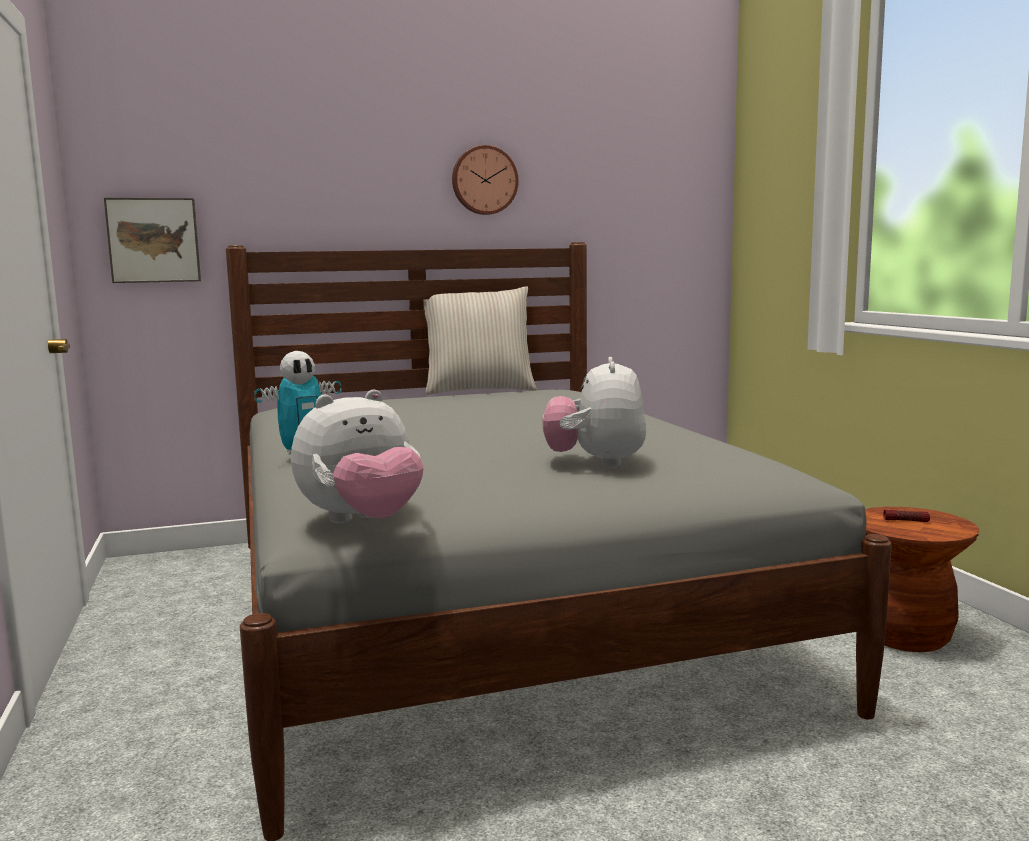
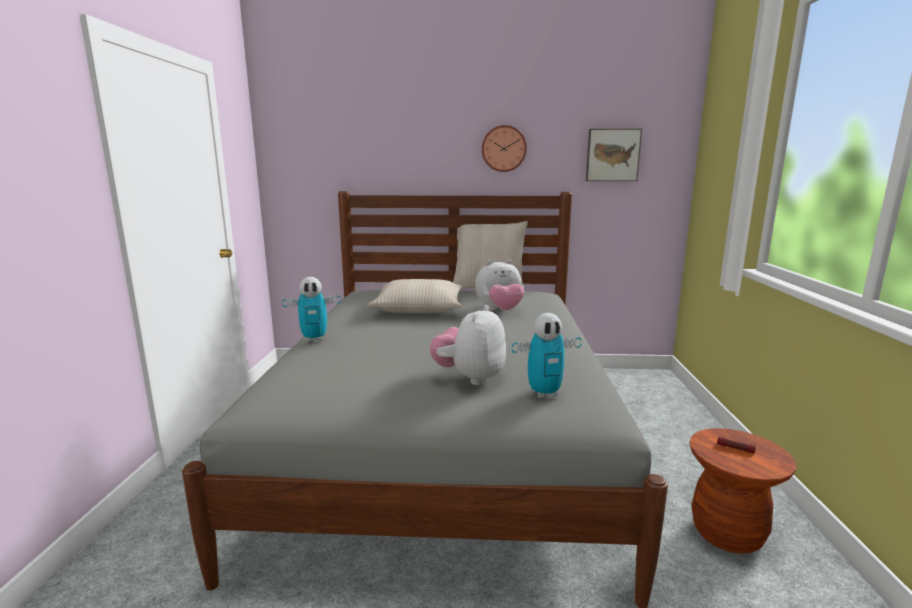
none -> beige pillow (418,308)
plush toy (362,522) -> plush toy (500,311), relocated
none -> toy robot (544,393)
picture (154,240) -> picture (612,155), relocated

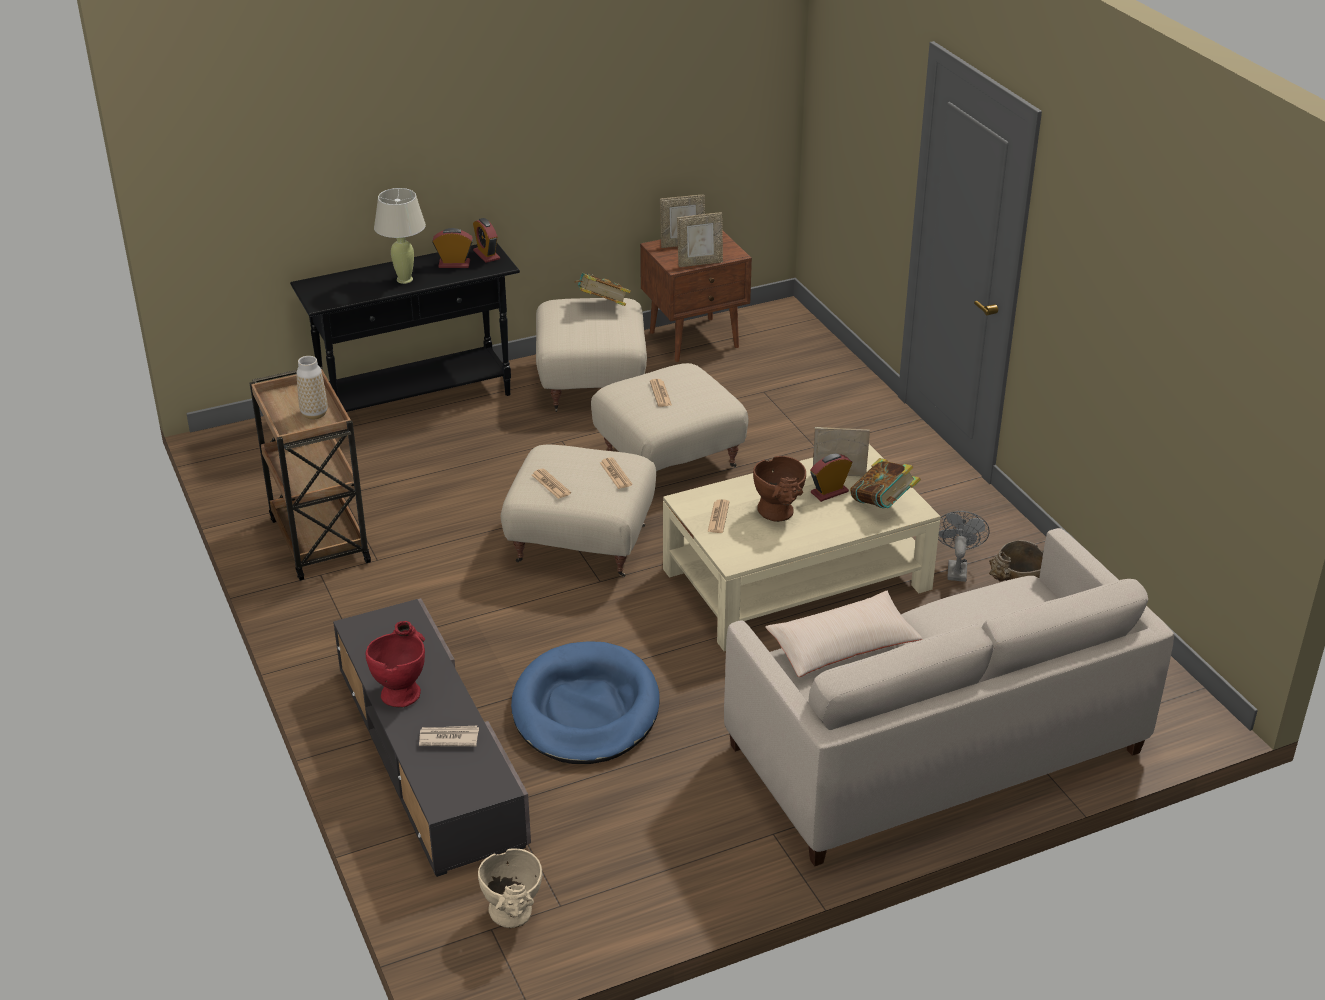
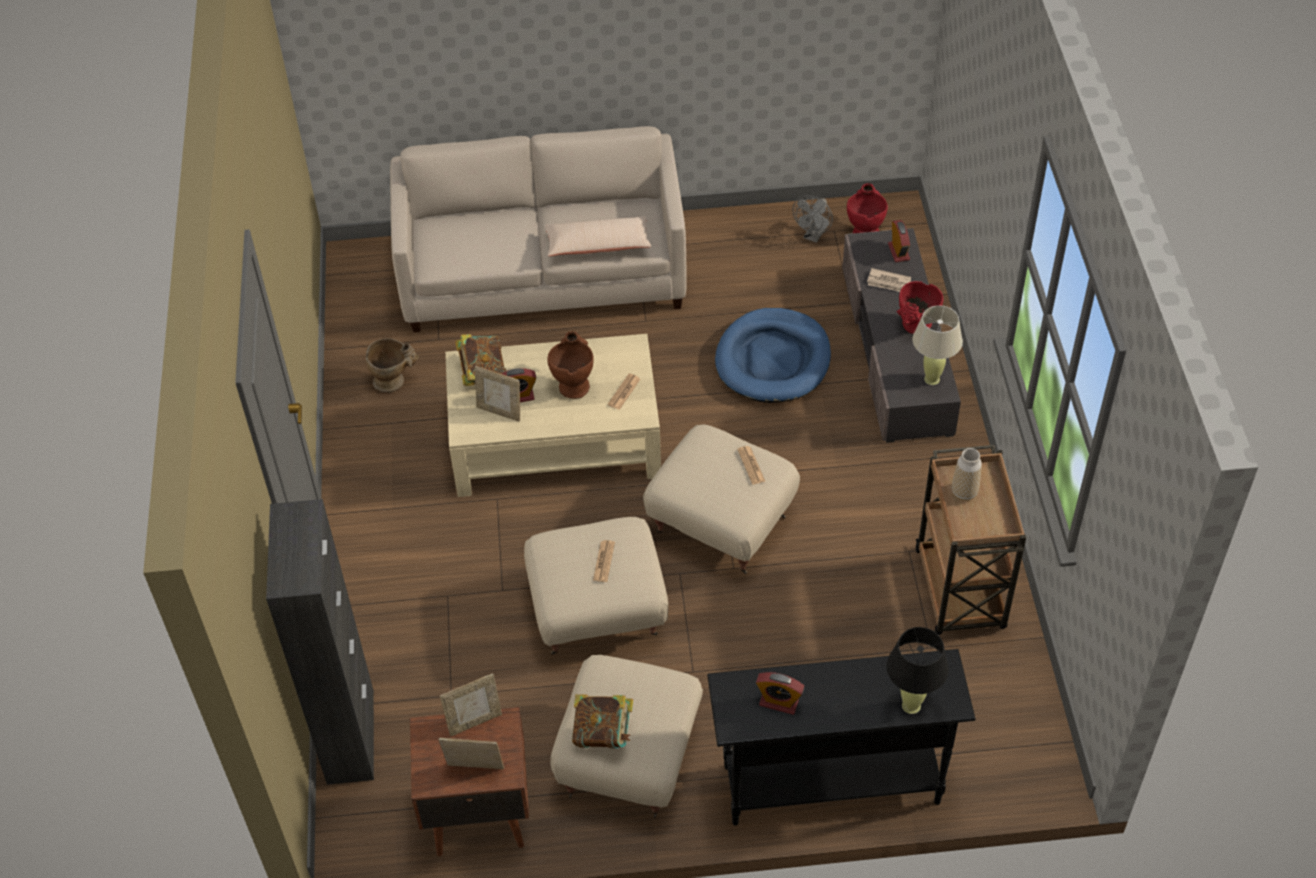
none -> black cabinet (350,737)
picture frame (700,263) -> picture frame (474,721), 150 degrees clockwise
grey fan (956,568) -> grey fan (813,236), relocated
beige vase (514,917) -> red vase (864,230)
none -> black table lamp (911,705)
alarm clock (486,255) -> alarm clock (898,252), relocated
beige table lamp (404,279) -> beige table lamp (932,379), relocated
newspaper (615,474) -> none

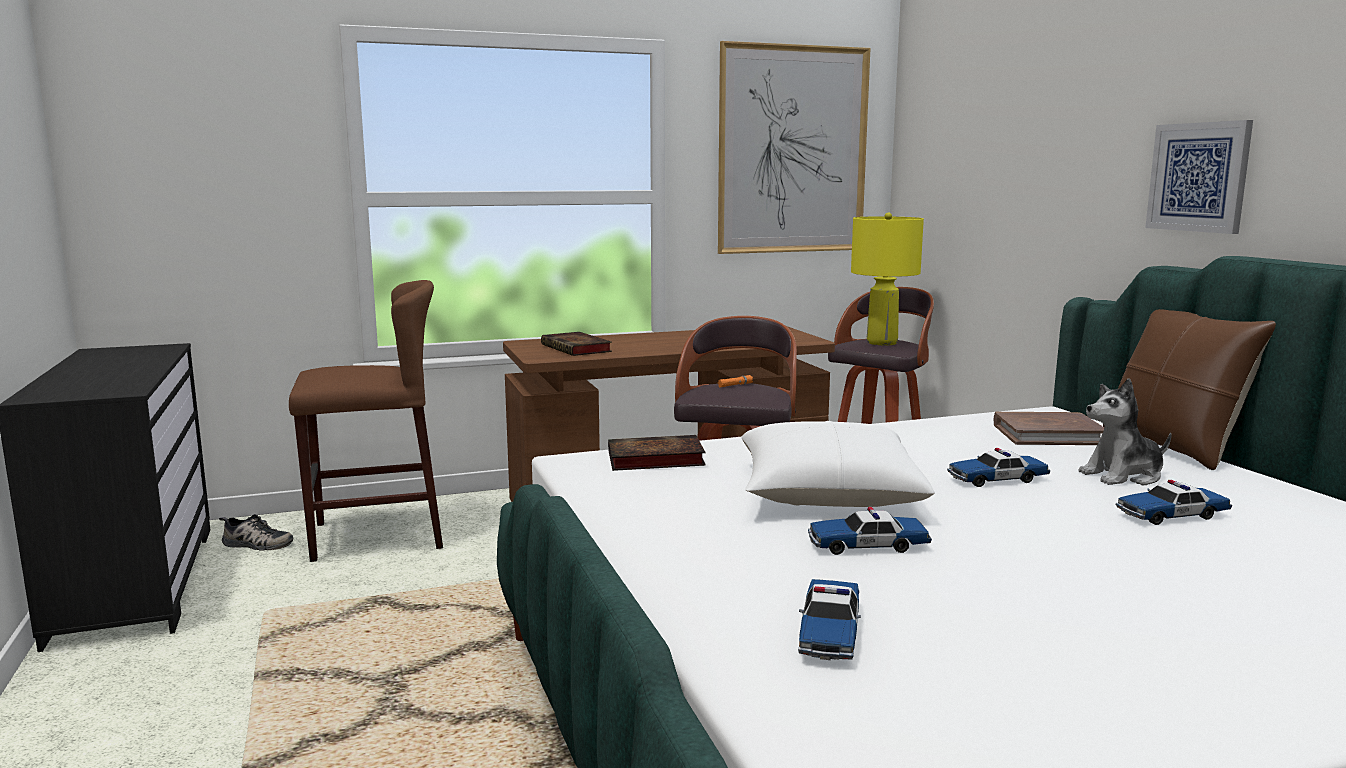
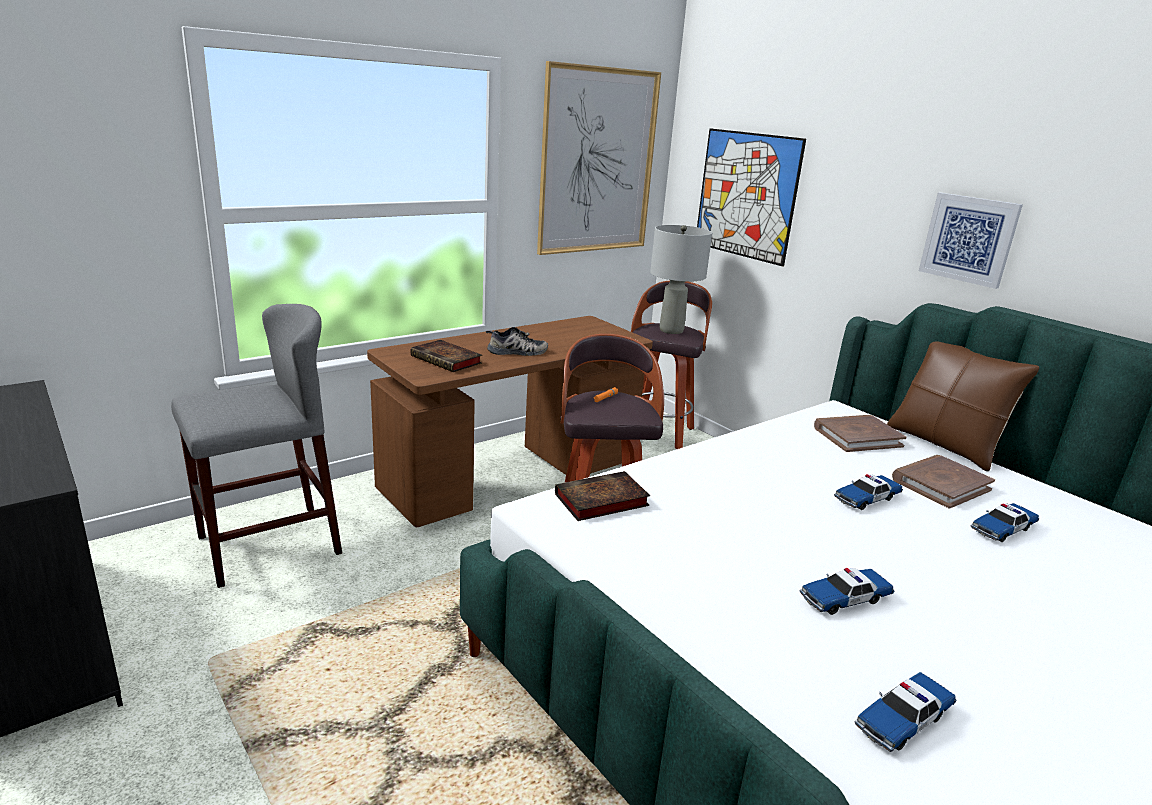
brown stool (377,535) -> grey stool (268,545)
shoe (255,544) -> shoe (517,352), relocated
yellow table lamp (882,342) -> grey table lamp (671,330)
none -> picture (746,195)
toy car (829,632) -> toy car (903,720), 60 degrees clockwise
plush toy (1123,476) -> brown book (940,484)
white pillow (828,492) -> none

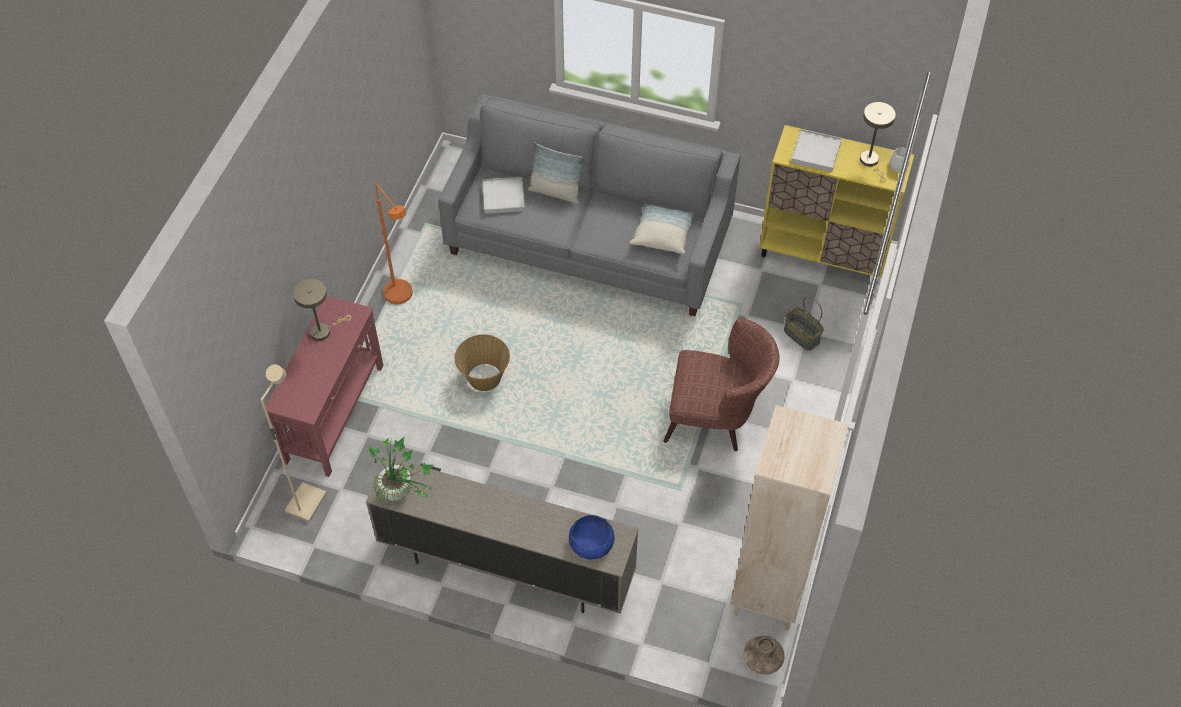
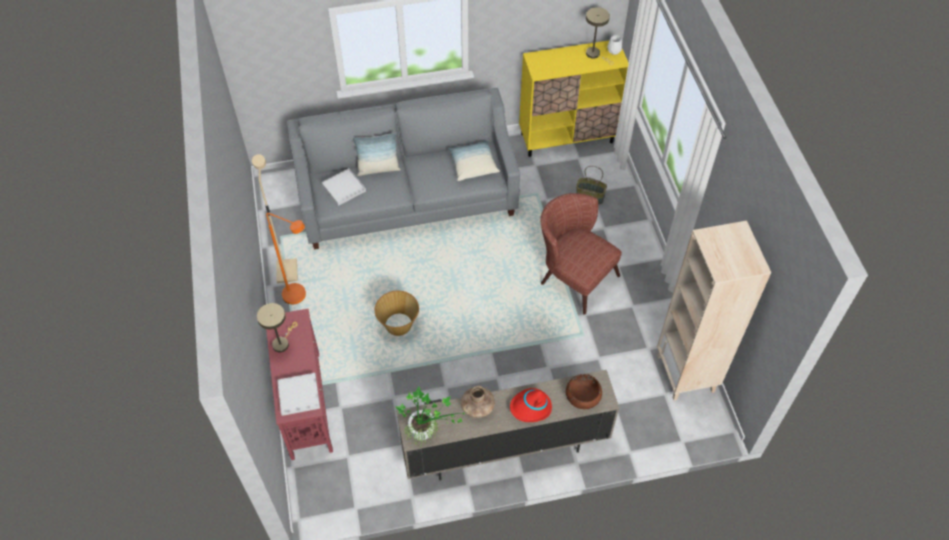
beige floor lamp (305,502) -> beige floor lamp (286,271), relocated
white tray (815,152) -> white tray (298,395), relocated
brown vase (762,659) -> brown vase (477,406), relocated
none -> red hat (530,407)
brown armchair (716,417) -> brown armchair (573,275), 120 degrees counterclockwise
blue bowl (591,542) -> brown bowl (583,396)

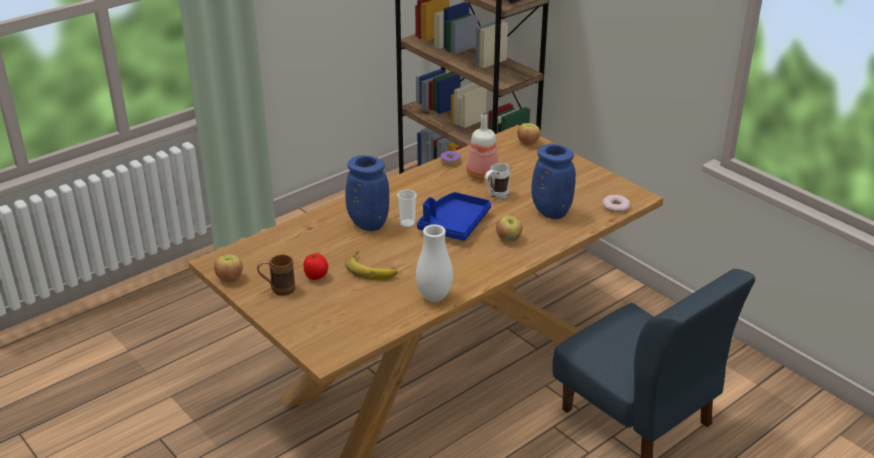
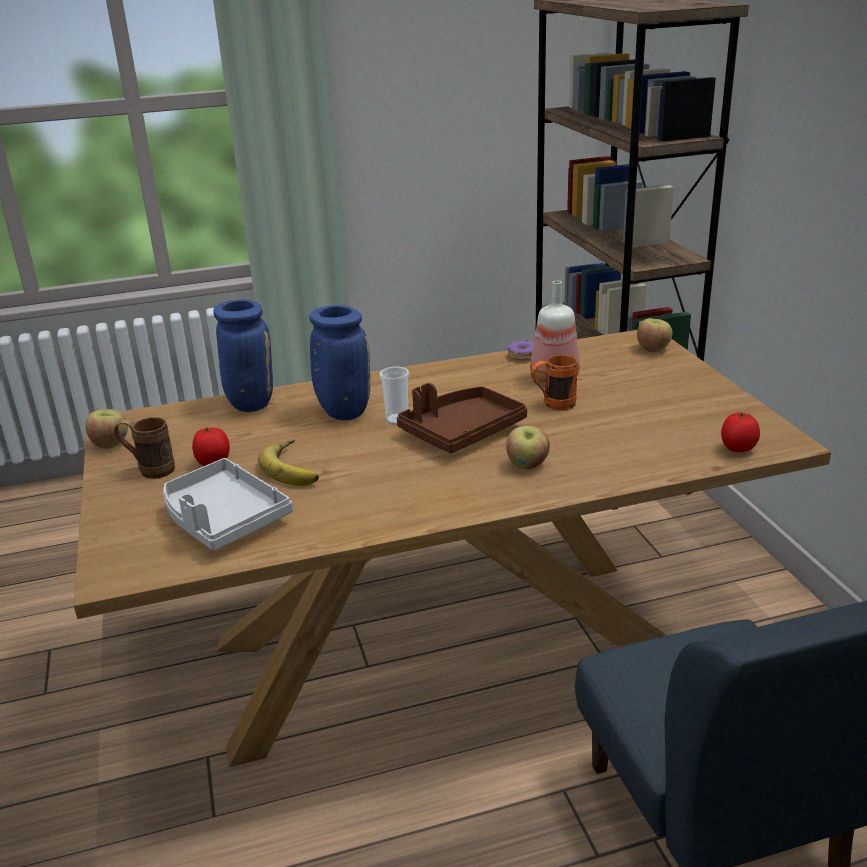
none -> grey tray (223,519)
blue vase (550,212) -> blue vase (250,403), relocated
blue tray (454,224) -> brown tray (461,432)
white mug (495,195) -> orange mug (553,405)
donut (615,206) -> tomato (737,450)
white vase (434,297) -> none

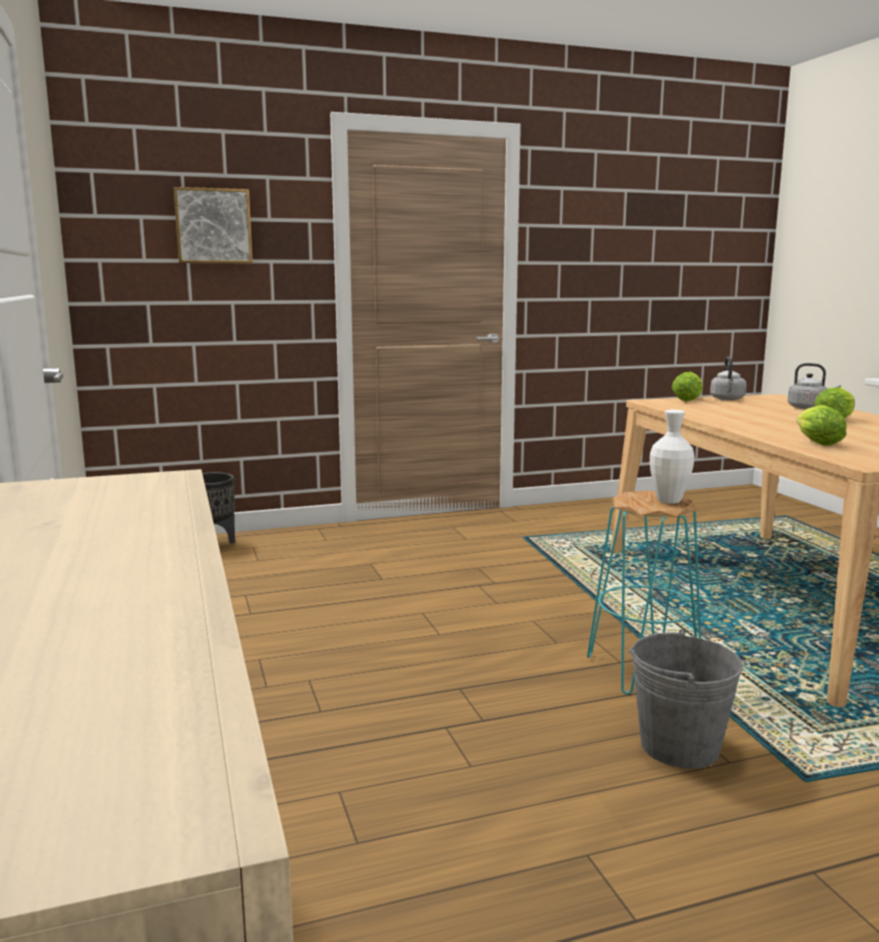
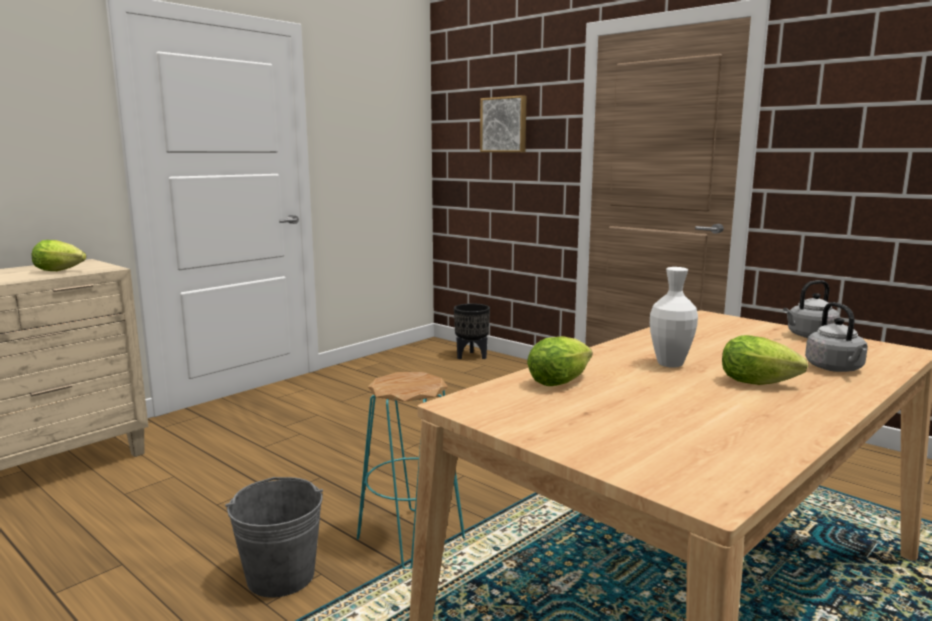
lettuce (688,400) -> lettuce (62,271), relocated
white vase (668,501) -> white vase (670,364), relocated

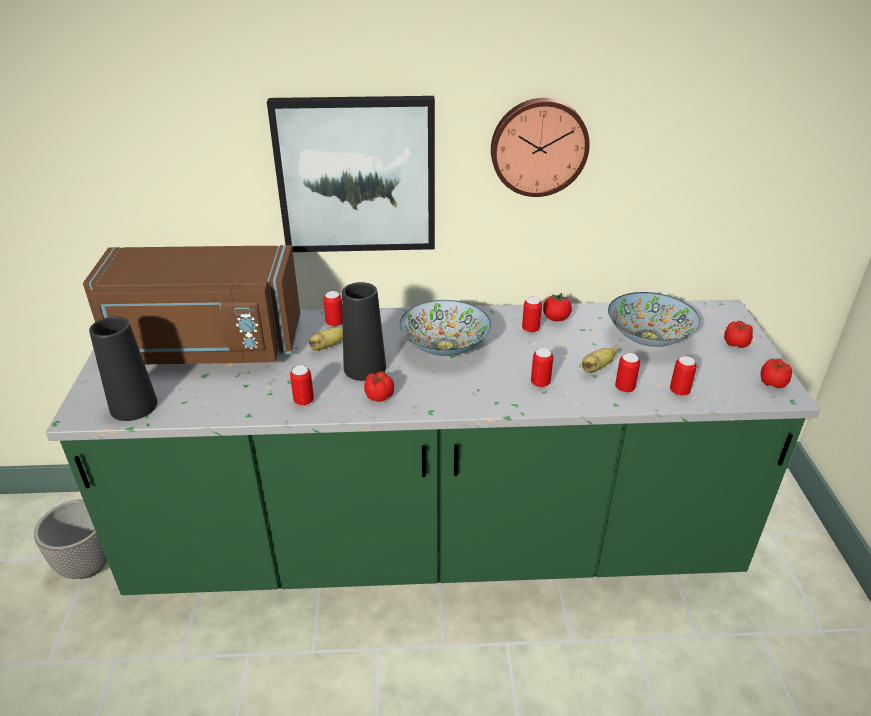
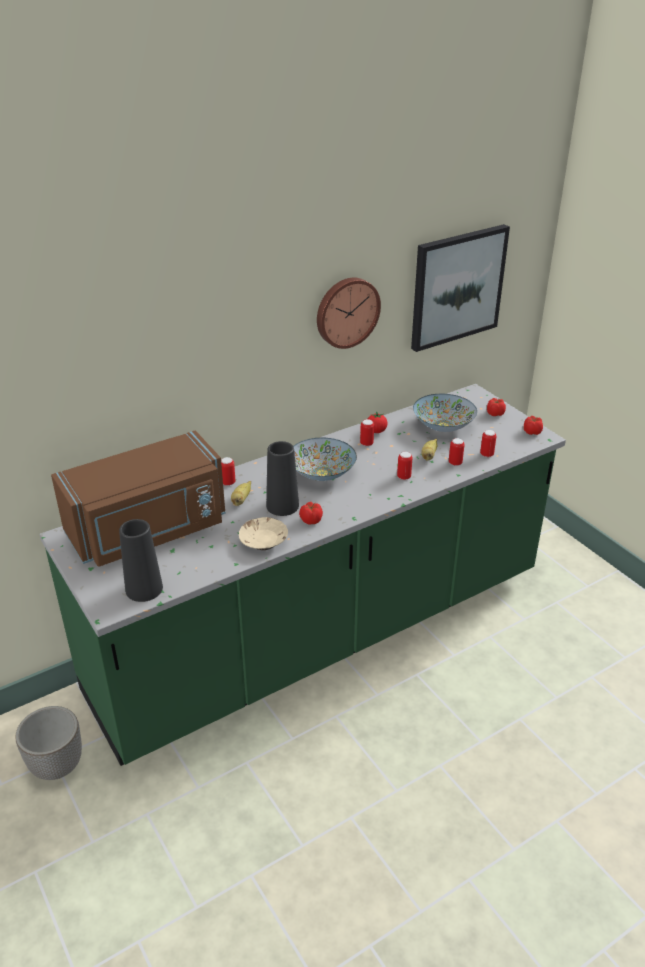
can (304,401) -> beige bowl (264,541)
picture (356,175) -> picture (457,287), relocated

